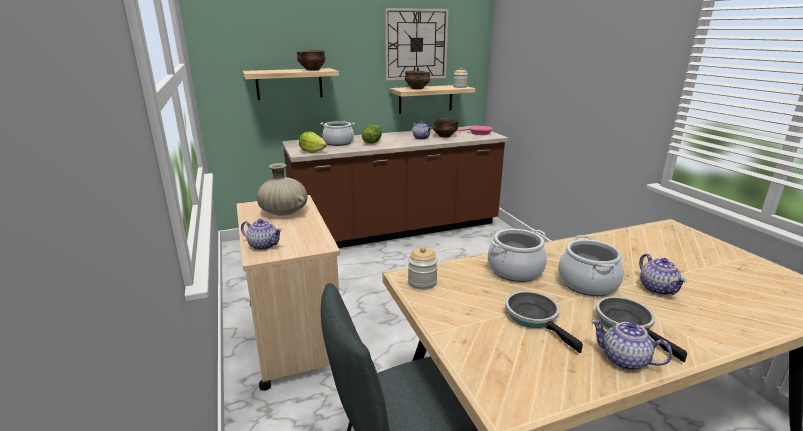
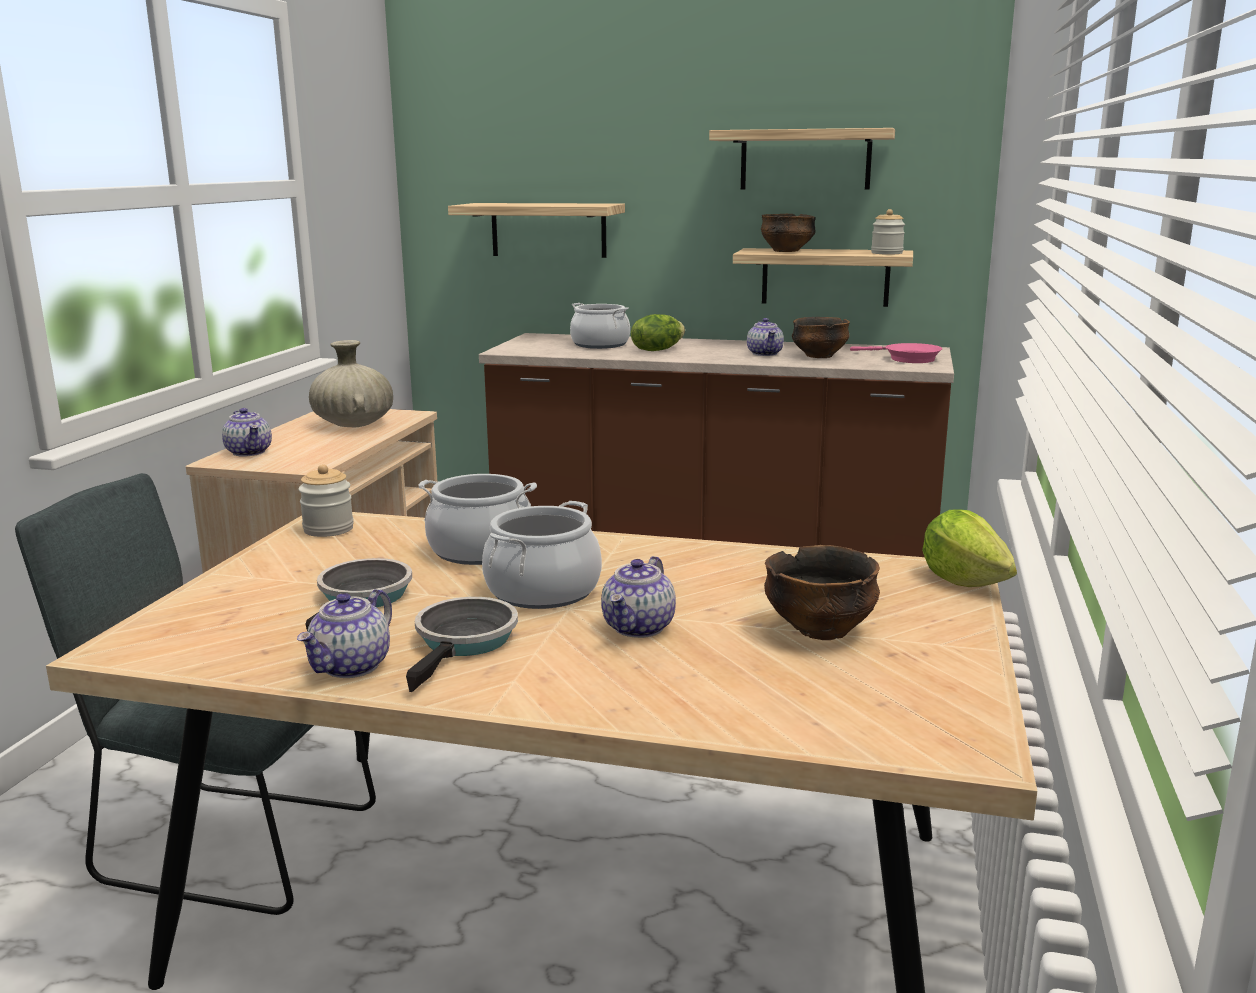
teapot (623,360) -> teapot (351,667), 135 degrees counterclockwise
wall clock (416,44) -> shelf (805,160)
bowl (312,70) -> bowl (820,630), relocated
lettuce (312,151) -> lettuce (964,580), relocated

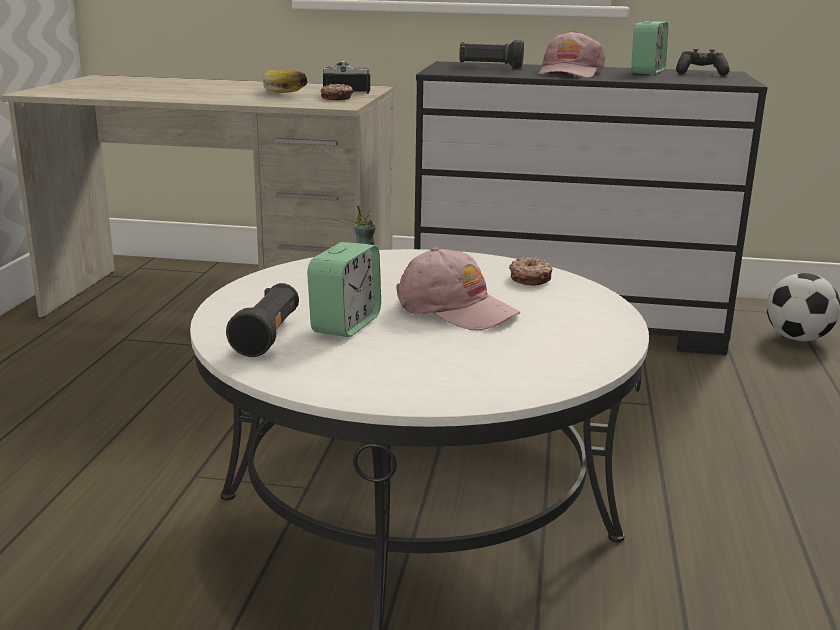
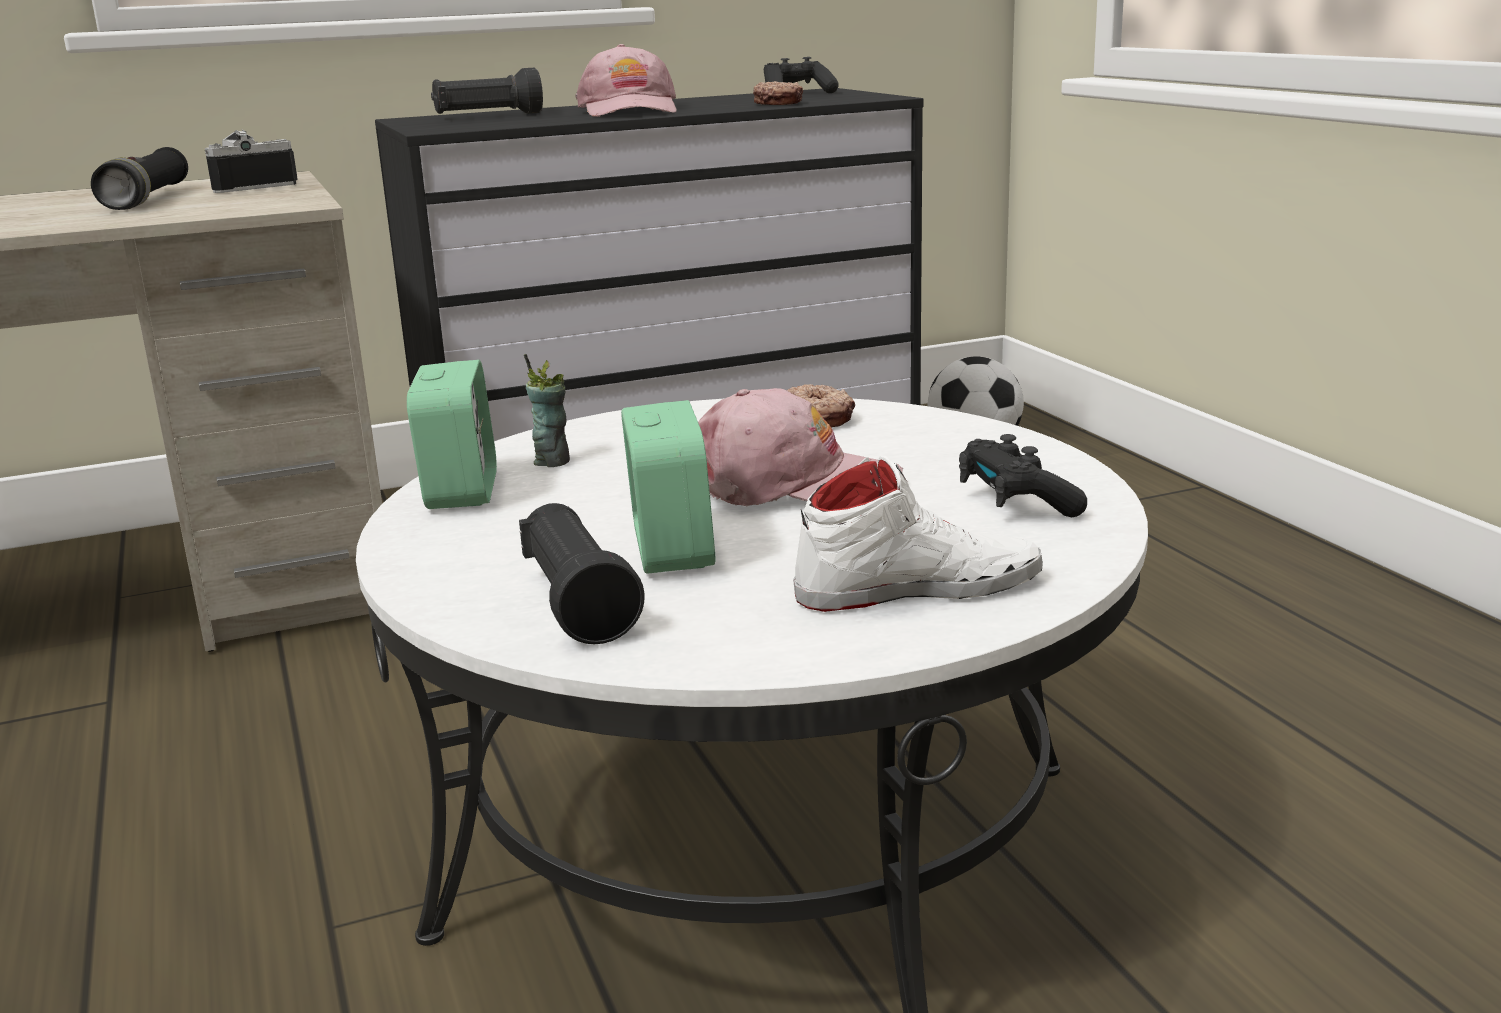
banana (289,92) -> black flashlight (148,199)
alarm clock (647,72) -> alarm clock (460,491), relocated
donut (337,98) -> donut (778,103), relocated
none -> white shoe (917,587)
none -> black game controller (1016,502)

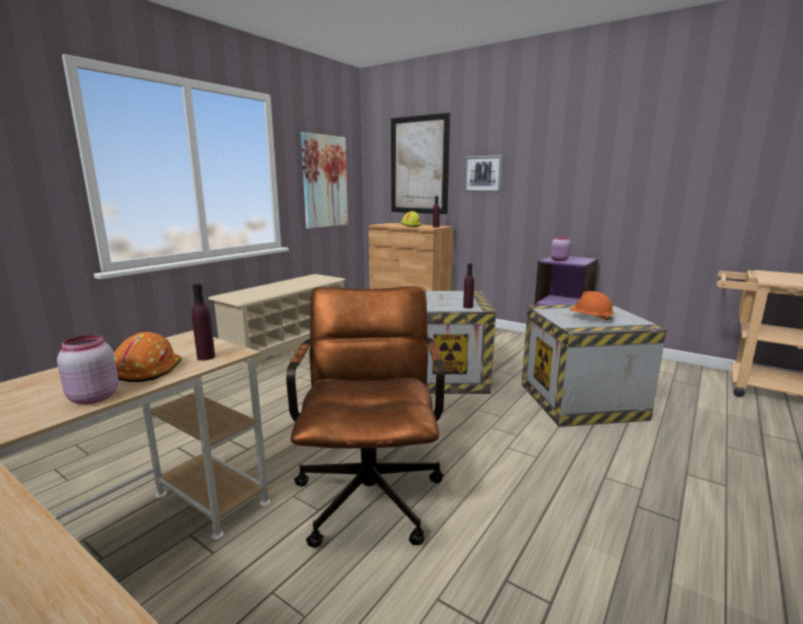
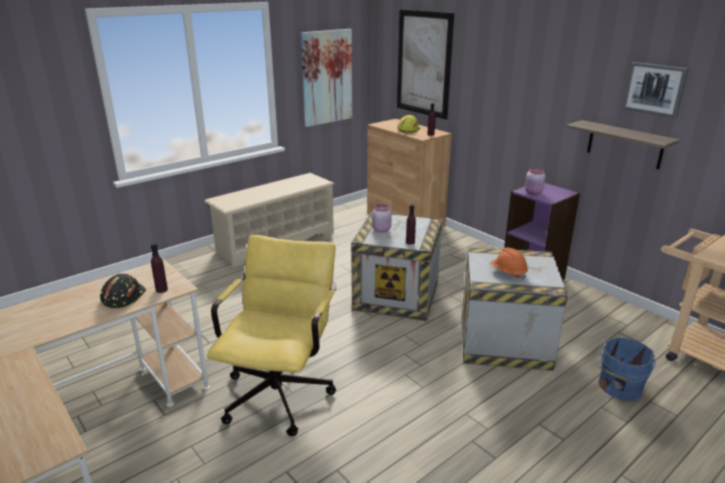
orange hard hat (147,370) -> black hard hat (123,297)
brown office chair (370,488) -> yellow office chair (281,390)
pink jar (92,398) -> pink jar (381,230), relocated
none -> shelf (625,144)
none -> blue bucket (619,387)
picture (483,174) -> picture (654,89), relocated

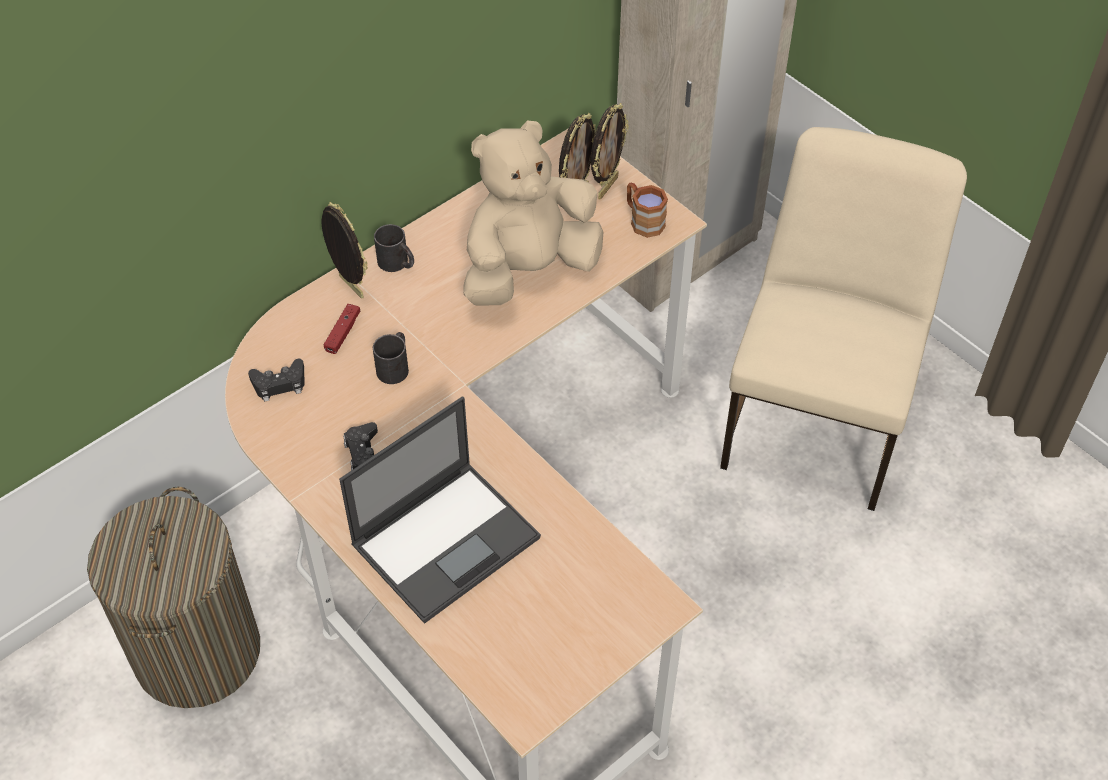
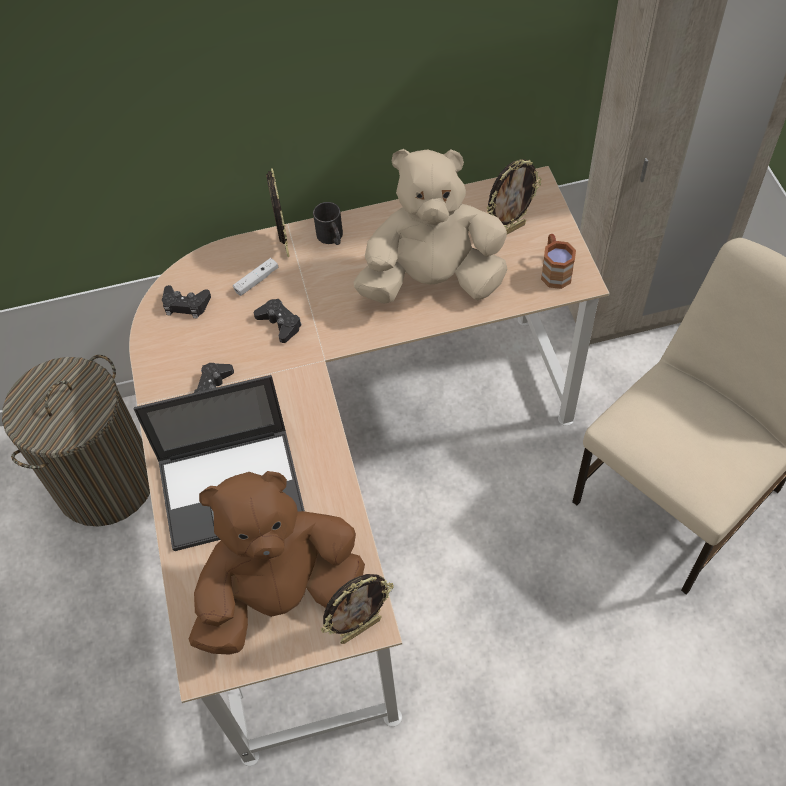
none -> brown plush toy (280,595)
red game controller (343,333) -> white game controller (256,280)
black mug (395,366) -> black game controller (280,323)
picture frame (606,187) -> picture frame (360,629), relocated

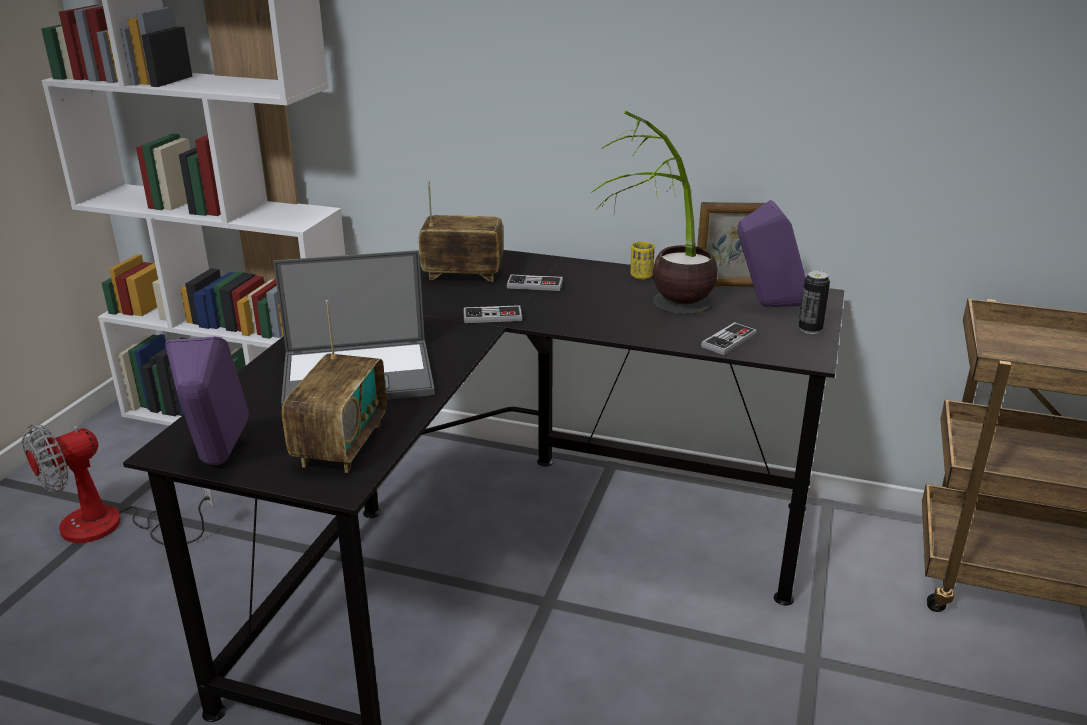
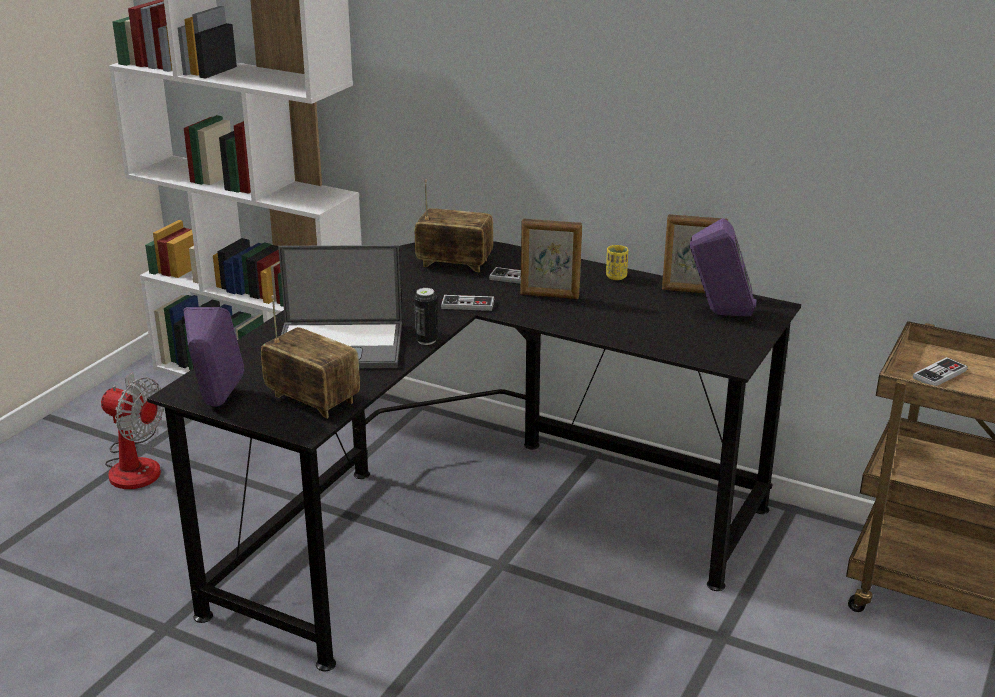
fan (111,527) -> fan (136,464), 120 degrees counterclockwise
radio (341,445) -> radio (312,400), 75 degrees counterclockwise
can (810,329) -> can (426,340), relocated
none -> picture frame (549,296)
game controller (729,341) -> game controller (939,374), relocated
potted plant (660,313) -> none

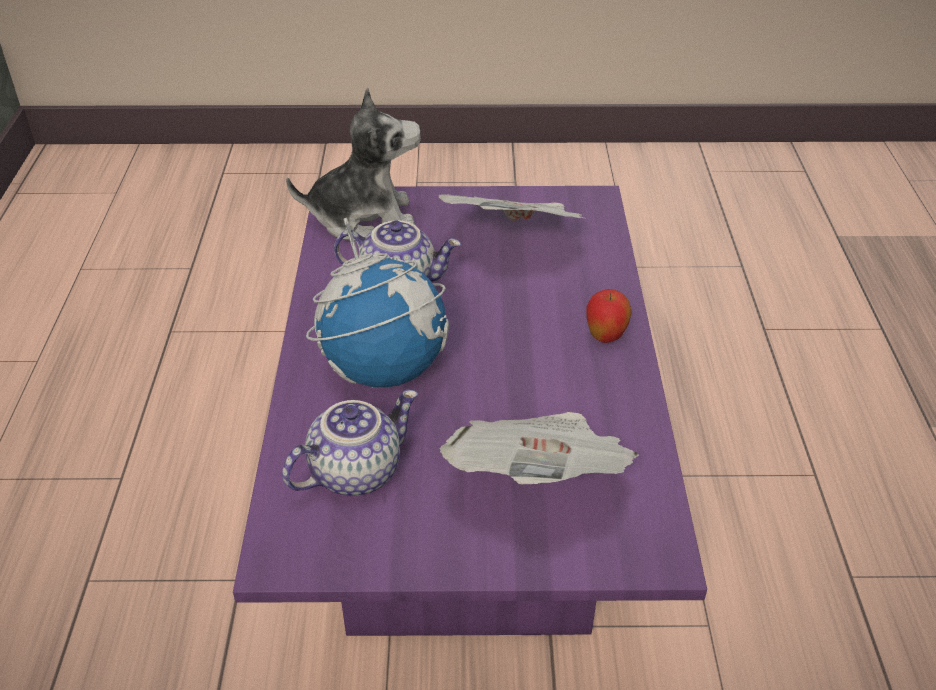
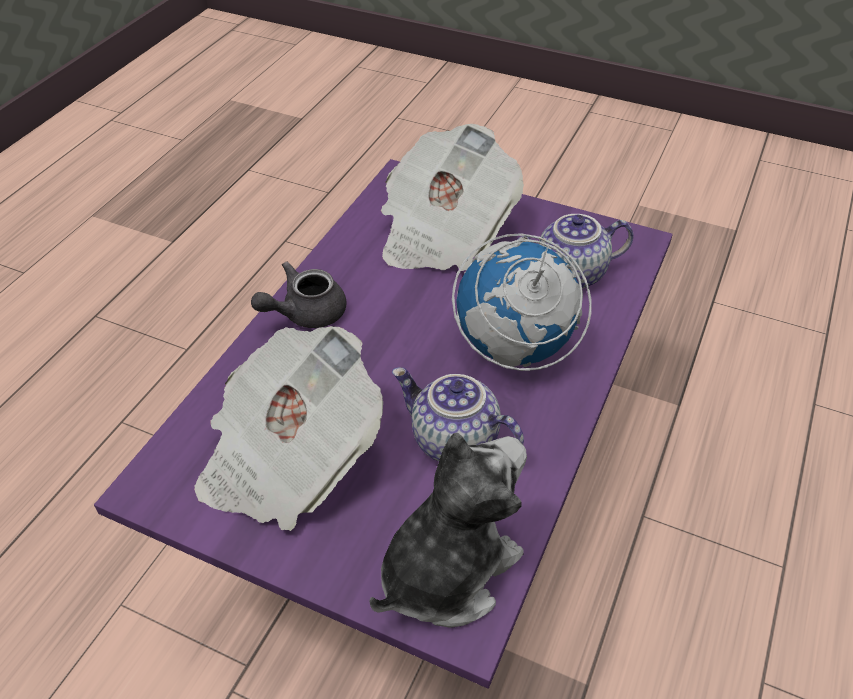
apple (605,337) -> grey teapot (305,313)
plush toy (363,218) -> plush toy (446,569), 120 degrees clockwise

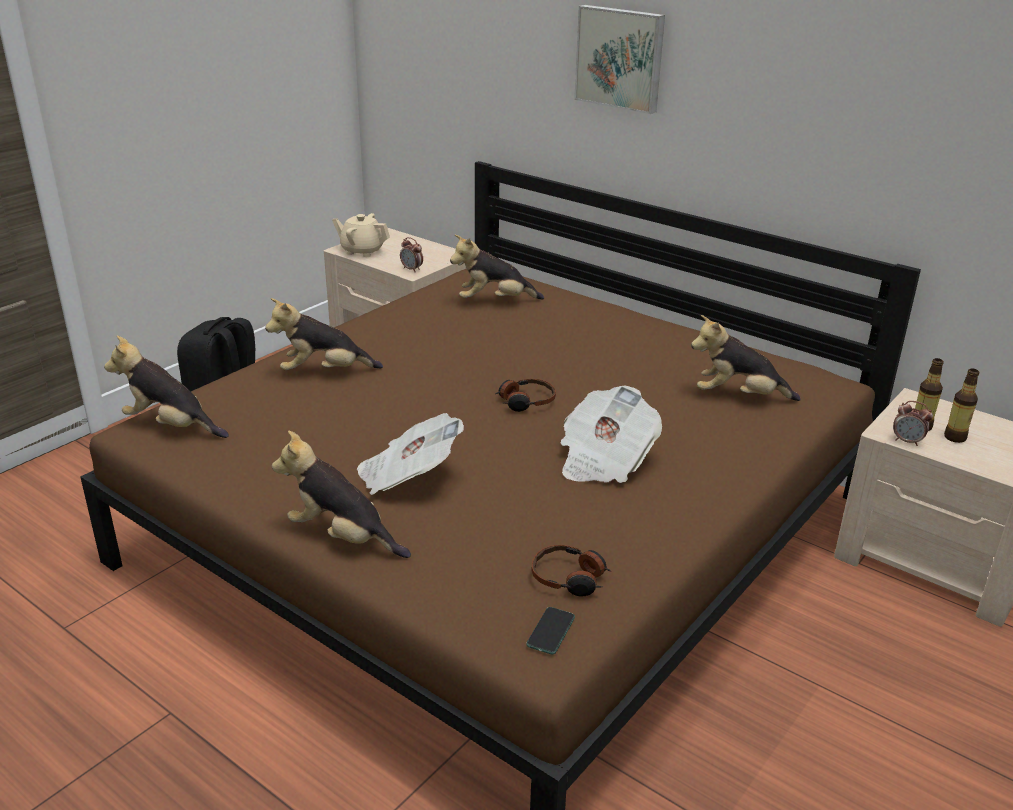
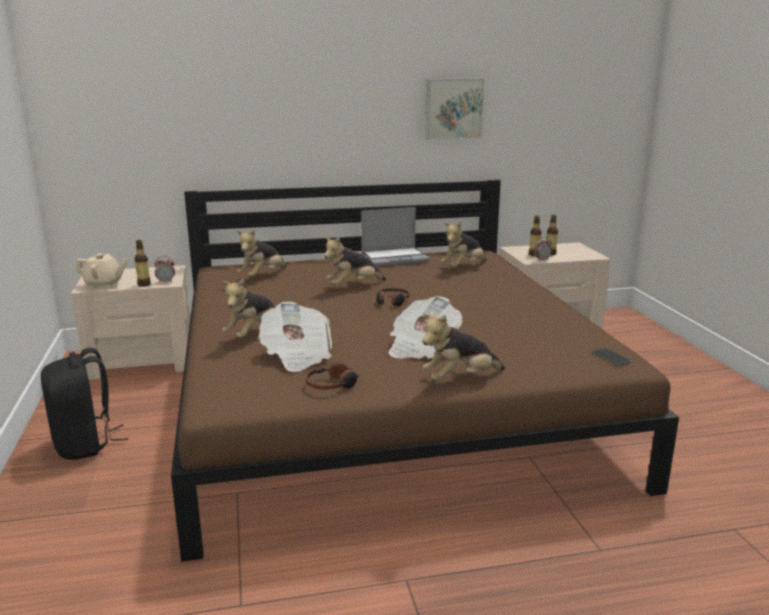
beige teapot (362,251) -> beige teapot (104,285), 150 degrees counterclockwise
none -> bottle (144,284)
newspaper (604,460) -> newspaper (296,355), relocated
headphones (569,579) -> headphones (332,385), relocated
plush toy (171,426) -> plush toy (353,286), relocated
none -> laptop (395,258)
picture (620,58) -> picture (453,108), relocated

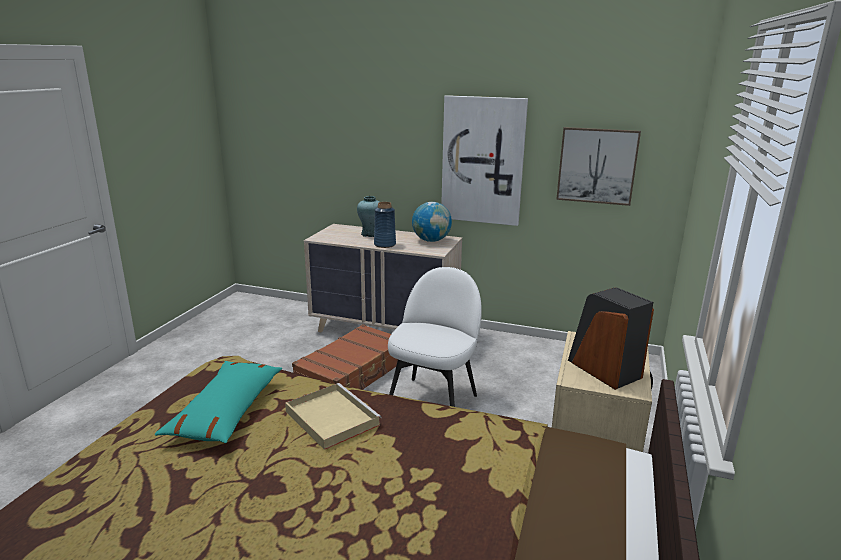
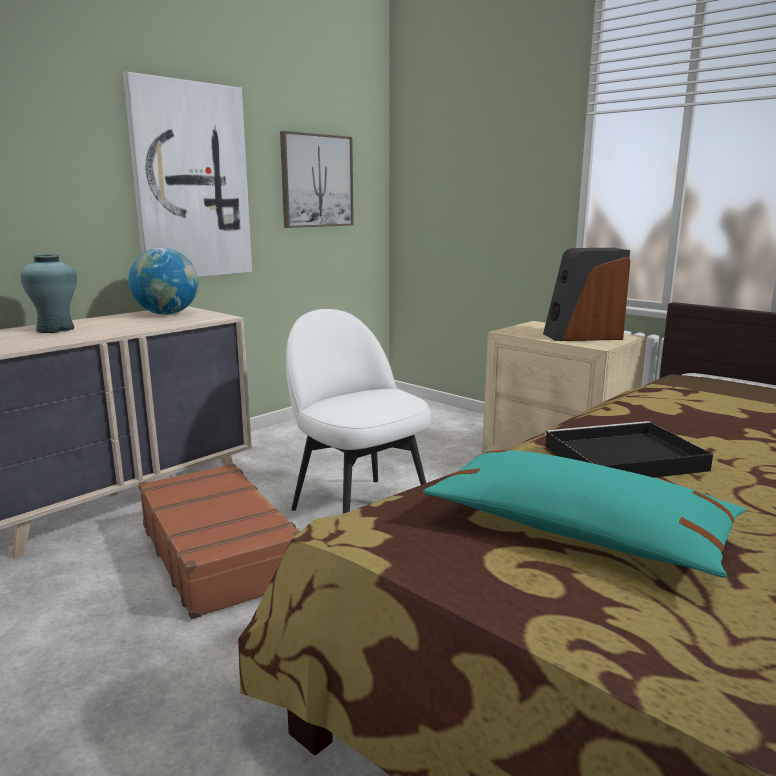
beige tray (330,417) -> black tray (621,458)
blue vase (384,244) -> none

